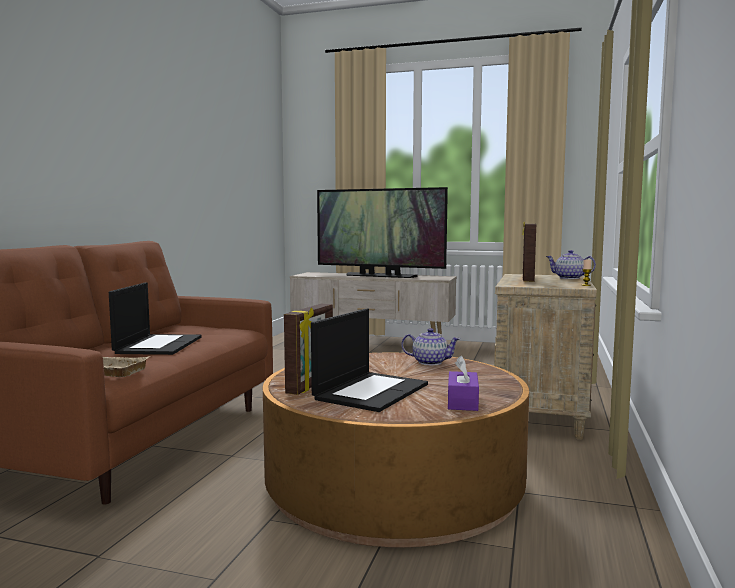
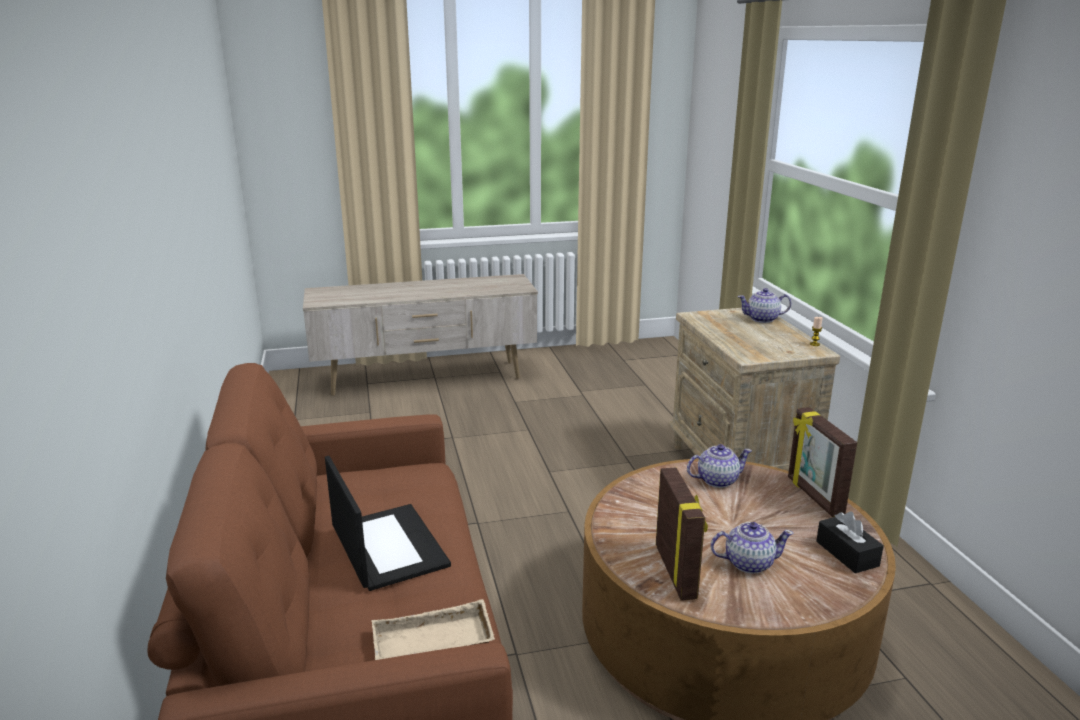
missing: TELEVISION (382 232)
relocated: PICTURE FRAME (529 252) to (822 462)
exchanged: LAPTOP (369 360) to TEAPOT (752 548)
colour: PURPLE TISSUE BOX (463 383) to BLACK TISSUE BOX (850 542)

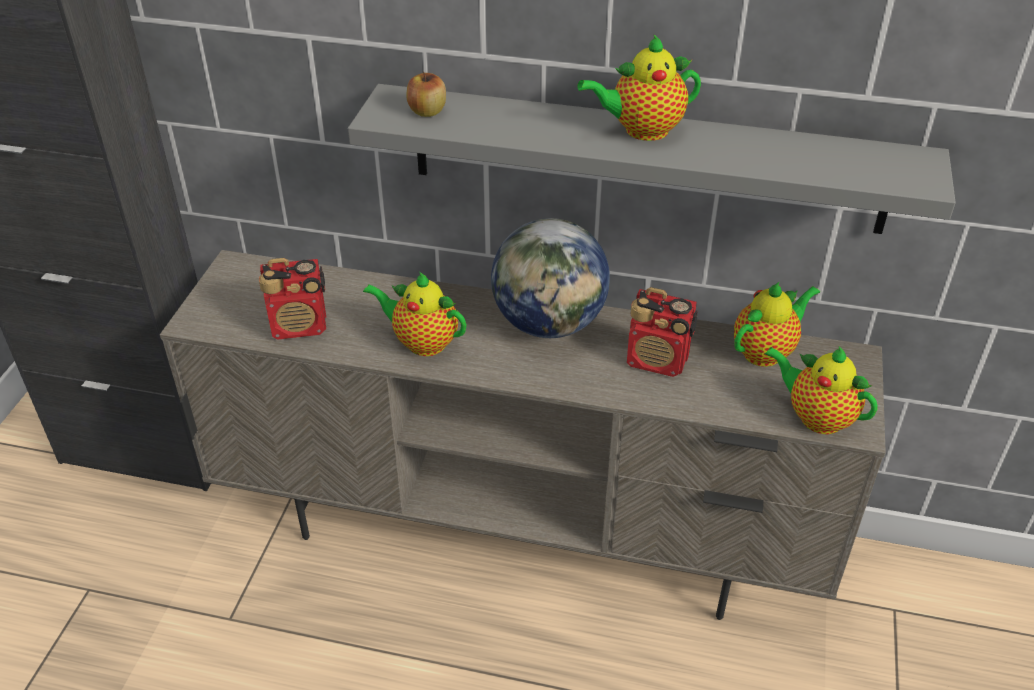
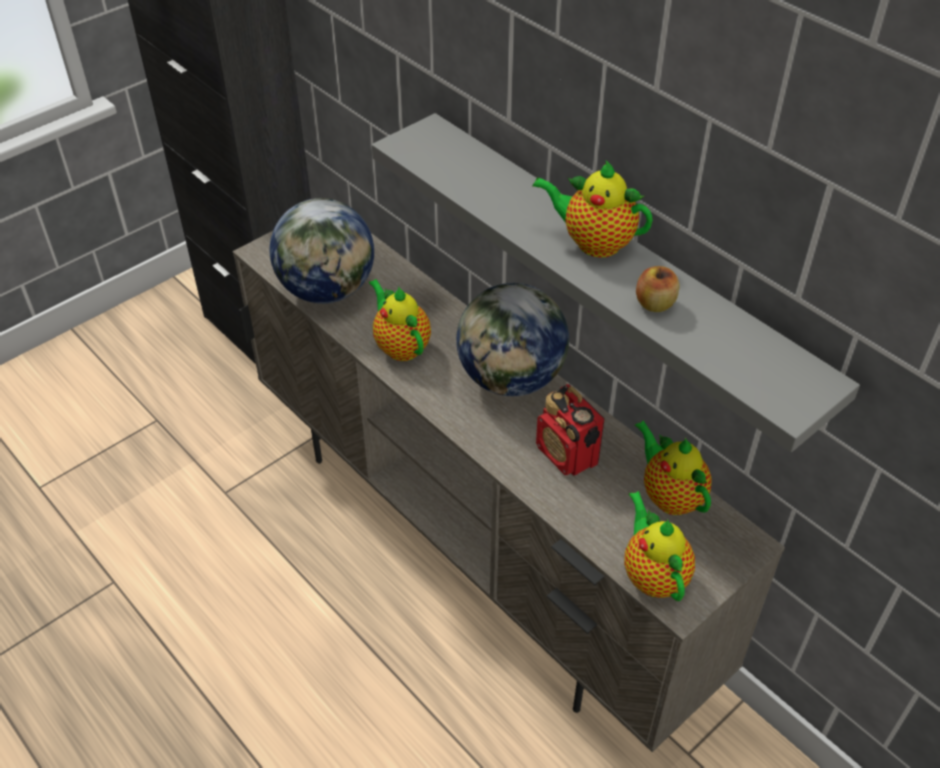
relocated: APPLE (426 94) to (658 289)
exchanged: RADIO (292 299) to GLOBE (321 251)
spun: TEAPOT (777 324) = (673 468) 120 degrees counterclockwise

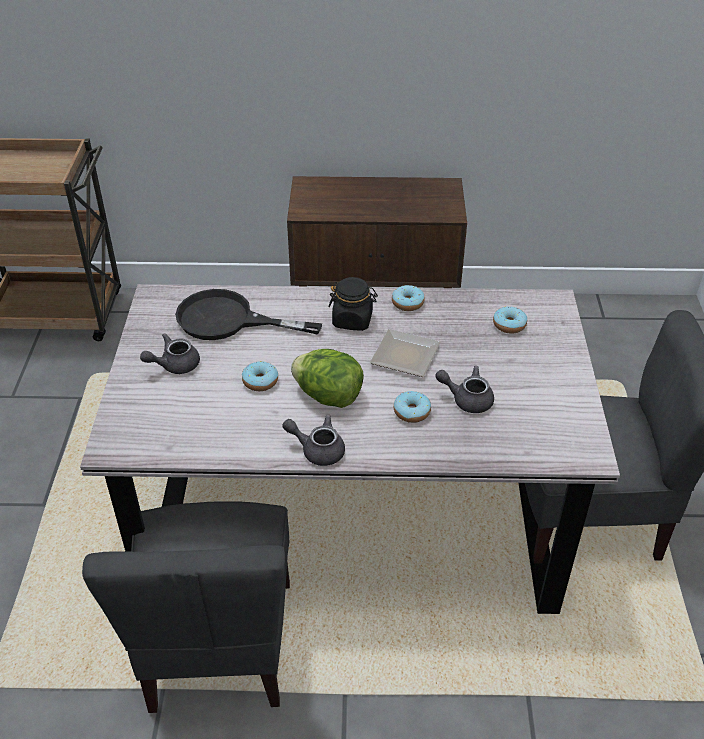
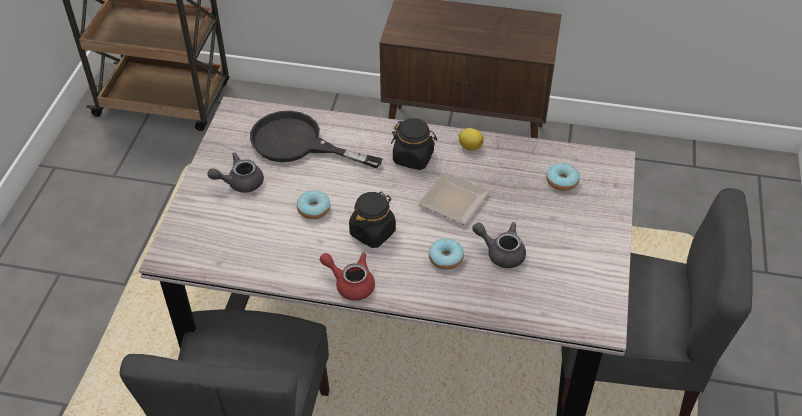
exchanged: LETTUCE (327 378) to BLACK JAR (372 220); DONUT (408 298) to LEMON (471 139)
colour: GREY TEAPOT (314 440) to RED TEAPOT (347 277)

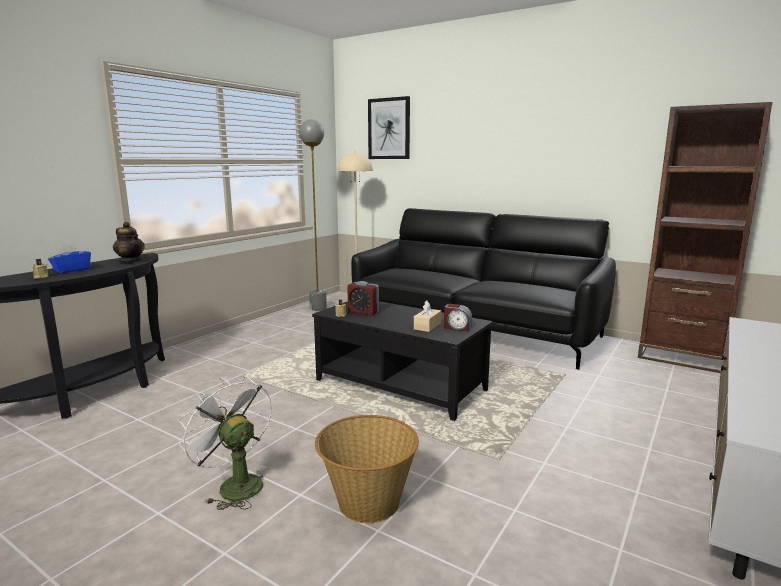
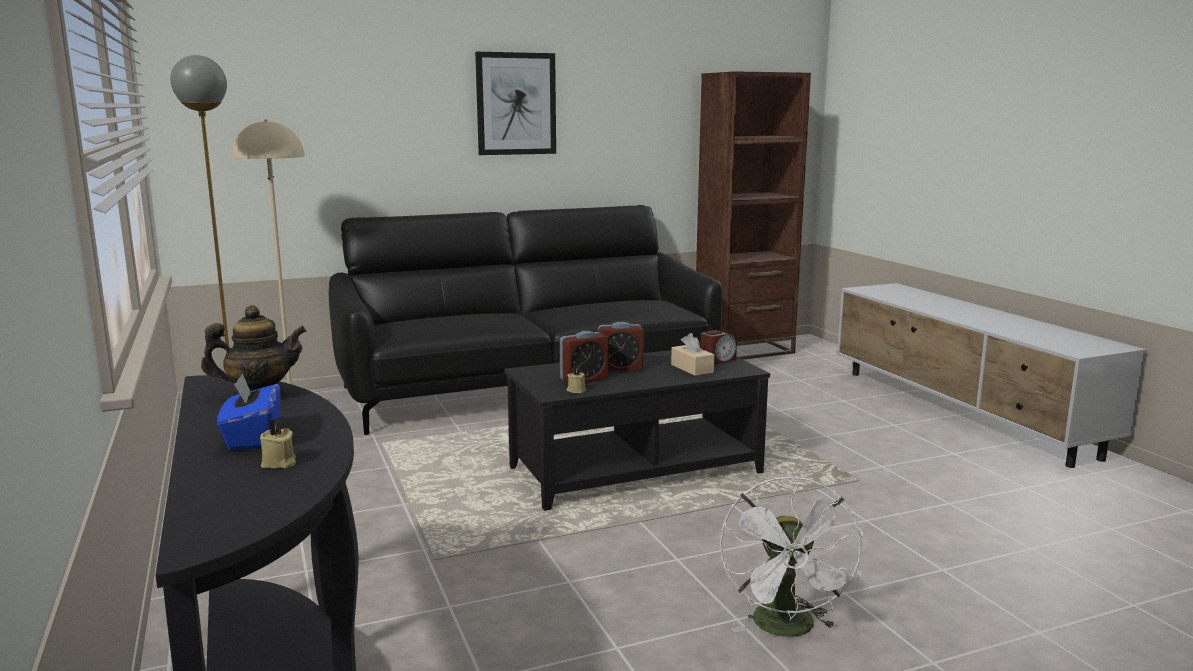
missing: BASKET (367 469)
appeared: ALARM CLOCK (621 346)
relocated: PICTURE (389 127) to (515 103)
spun: WHITE FAN (225 443) = (791 556) 75 degrees counterclockwise

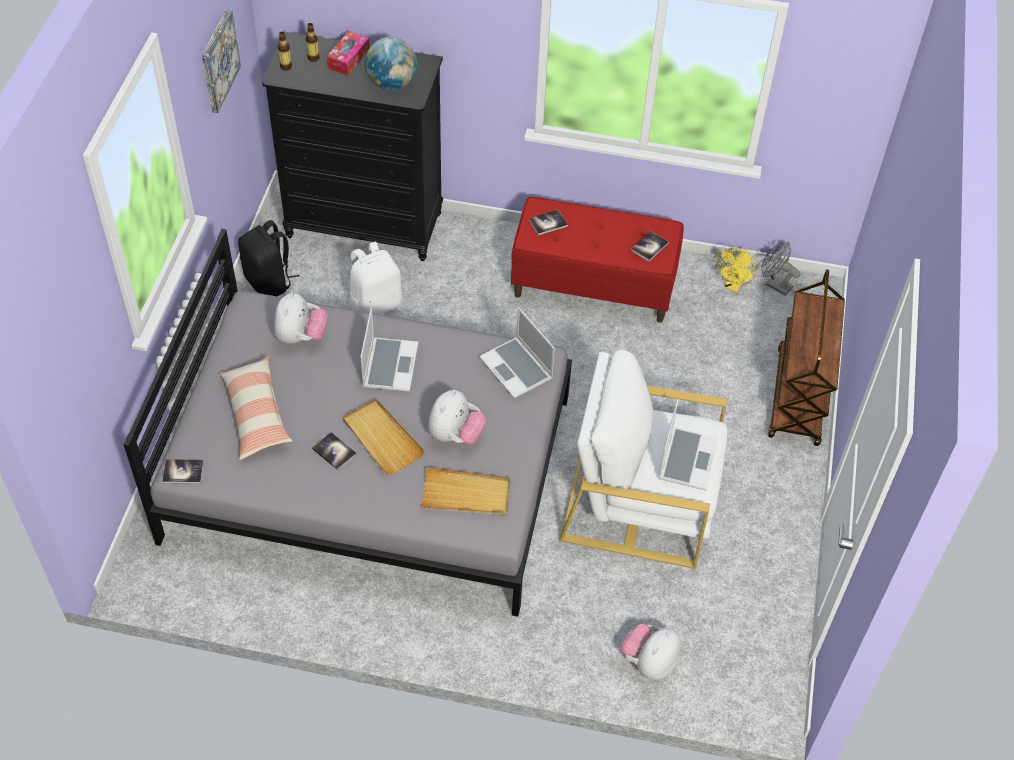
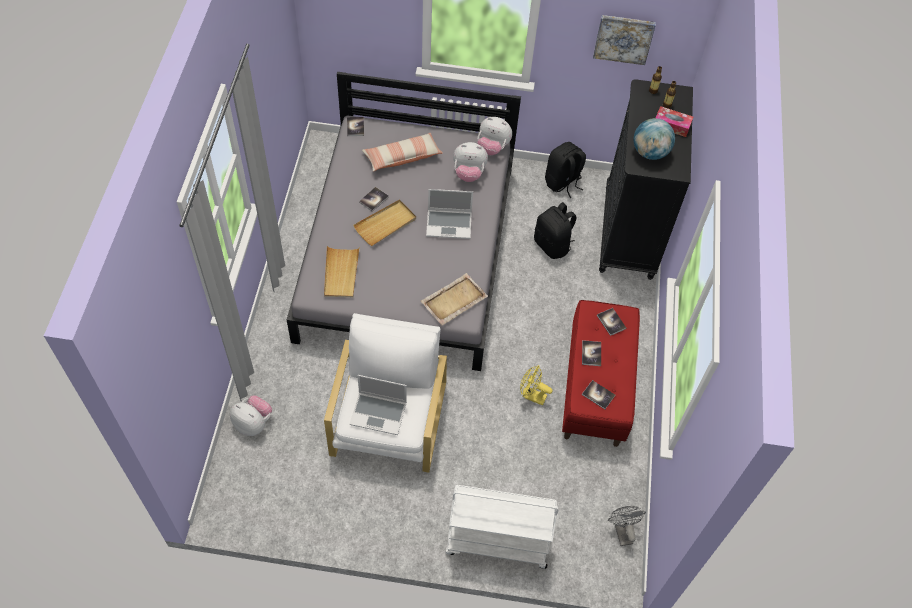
appeared: BOOK (591 353)
relocated: PLUSH TOY (457 417) to (494 136); YELLOW FAN (736 270) to (536 385)
exchanged: LAPTOP (517 353) to BEIGE TRAY (454 299)
colour: WHITE BACKPACK (375 278) to BLACK BACKPACK (555 230); BROWN CART (806 357) to WHITE CART (502 527)
spun: GREY FAN (780 269) = (627 526) 45 degrees counterclockwise

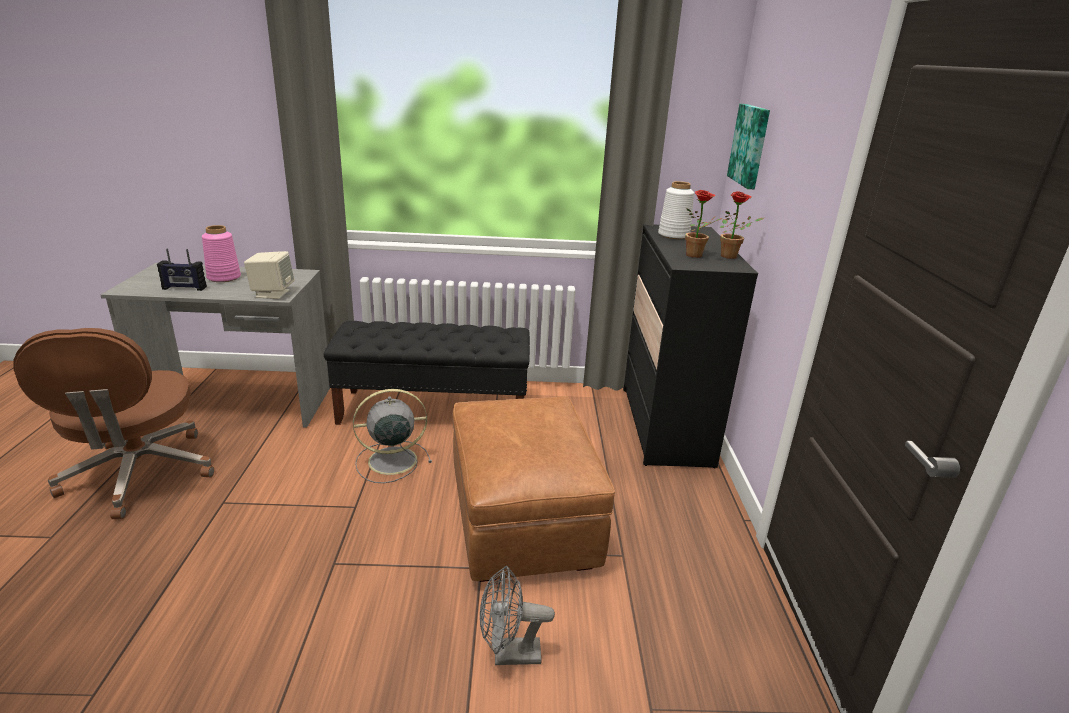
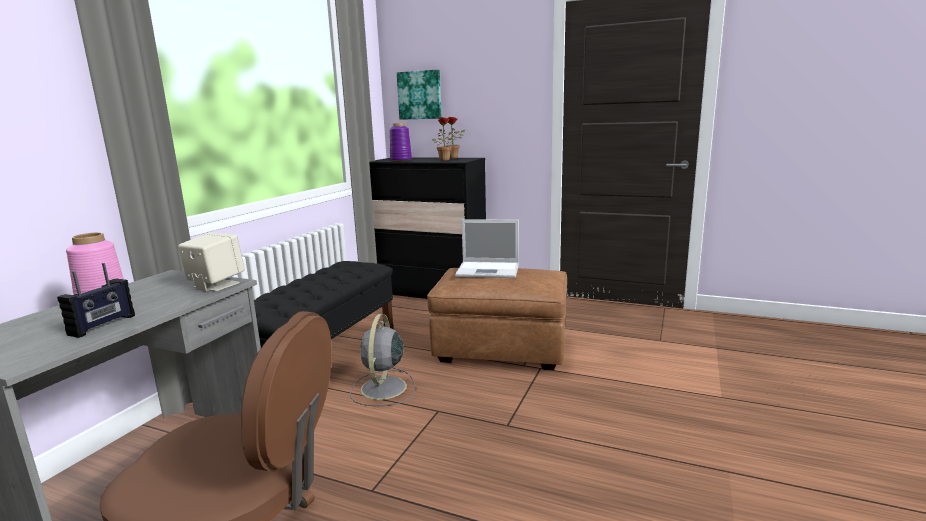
missing: GREY FAN (517 615)
appeared: LAPTOP (487 248)
colour: WHITE VASE (676 210) to PURPLE VASE (401 142)

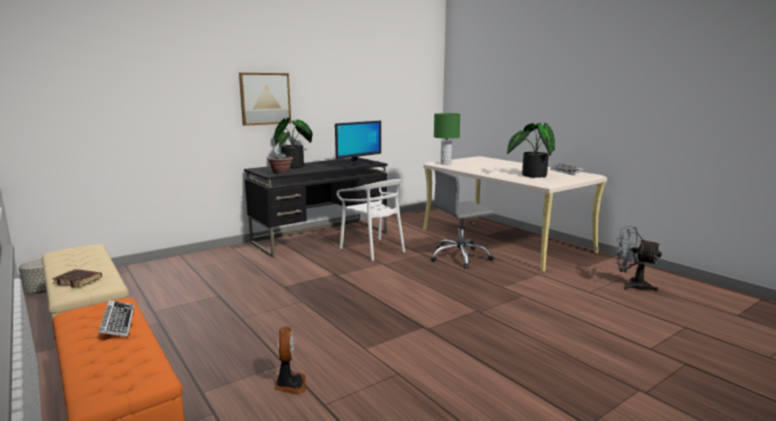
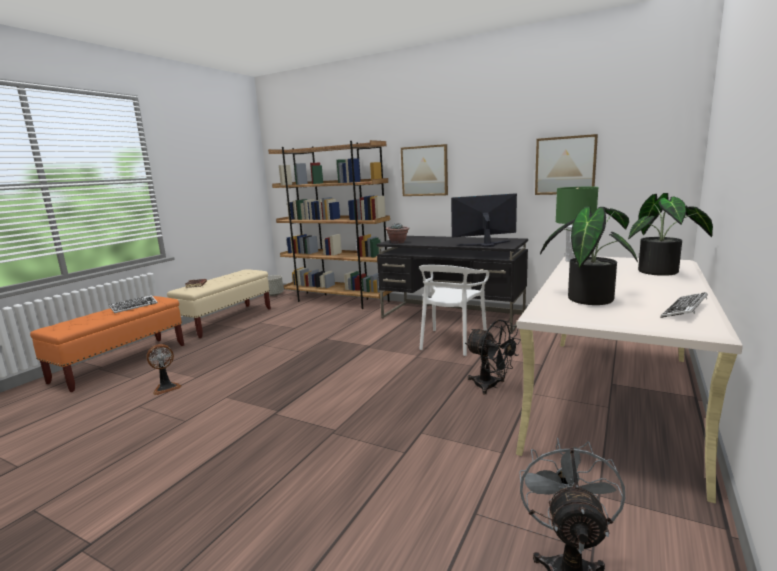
appeared: BROWN BOOKCASE (330 224); PICTURE (566 164)
relocated: POTTED PLANT (293 143) to (670 234)
exchanged: GREY OFFICE CHAIR (462 219) to BLACK FAN (493 357)
spun: MONITOR (358 144) = (484 220) 150 degrees clockwise

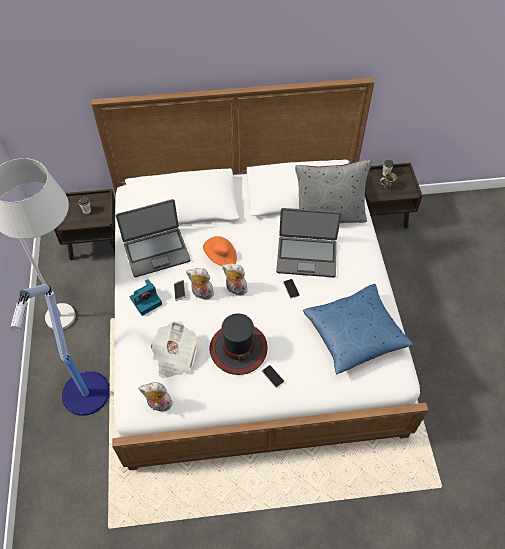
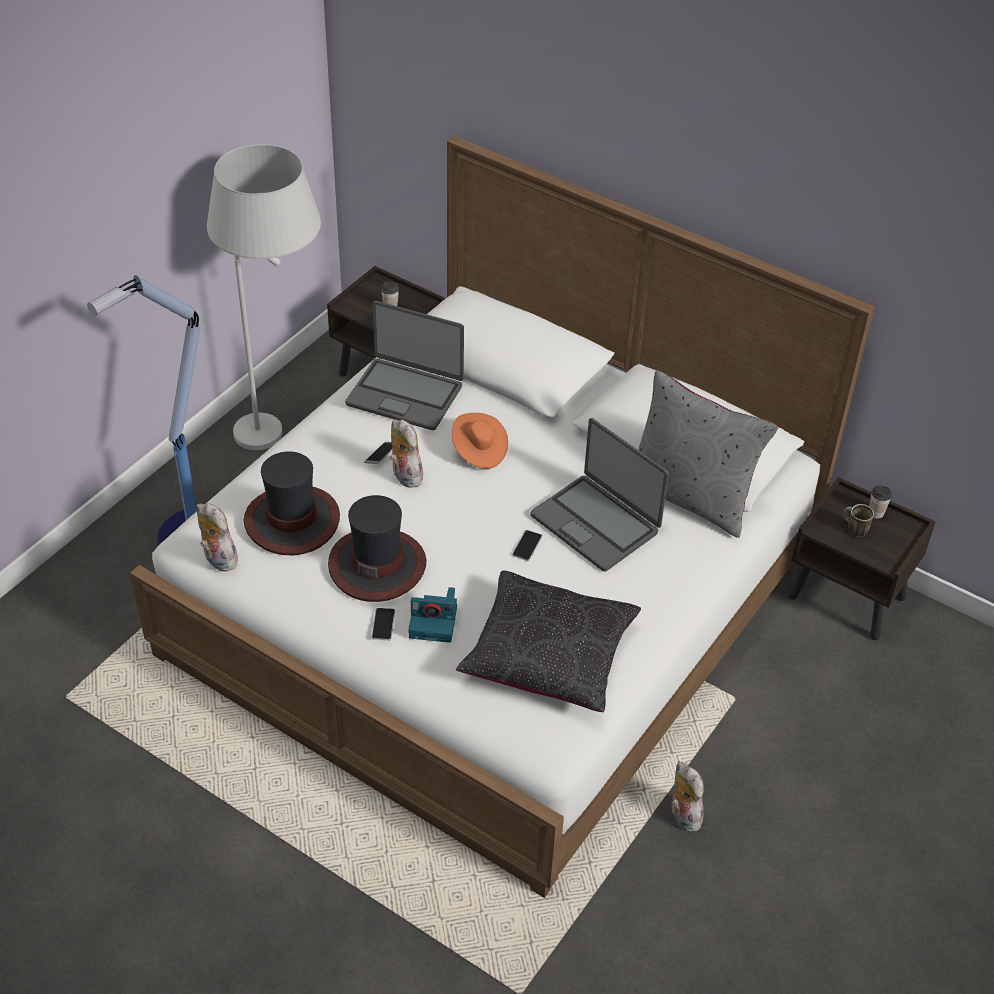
relocated: PHOTO CAMERA (146 297) to (432 615); PLUSH TOY (235 279) to (687 796)
exchanged: NEWSPAPER (175 349) to HAT (292 503)
colour: BLUE PILLOW (358 329) to BLACK PILLOW (548 641)

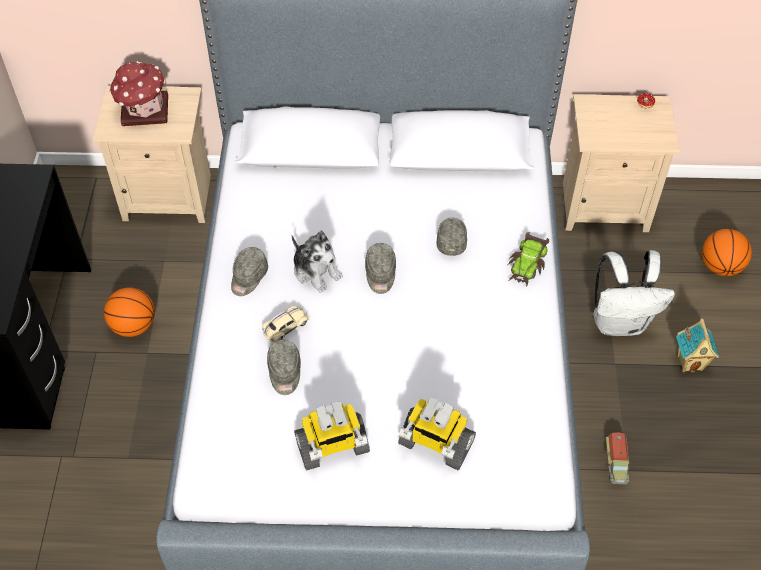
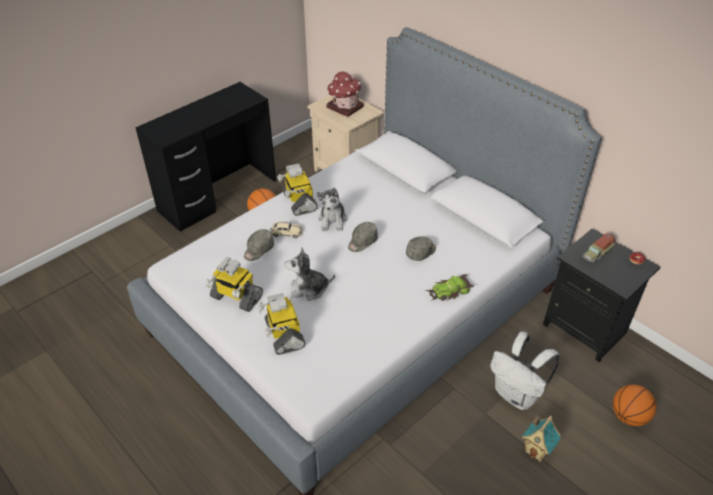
appeared: PLUSH TOY (310 274)
relocated: TOY TRUCK (617 458) to (599 248)
exchanged: GREY CAP (249 271) to TOY ROBOT (297 189)
colour: BEIGE NIGHTSTAND (621 163) to BLACK NIGHTSTAND (601 296)

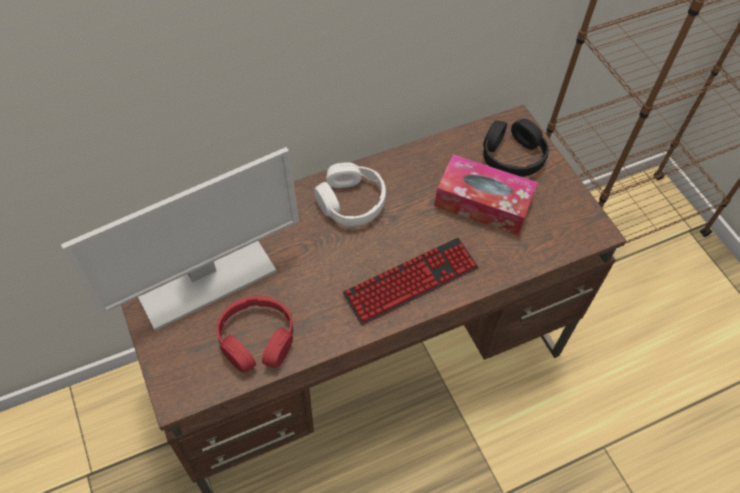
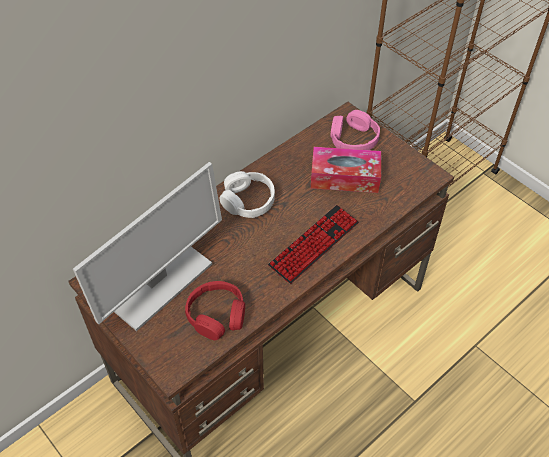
colour: BLACK HEADPHONES (516 148) to PINK HEADPHONES (355 130)

